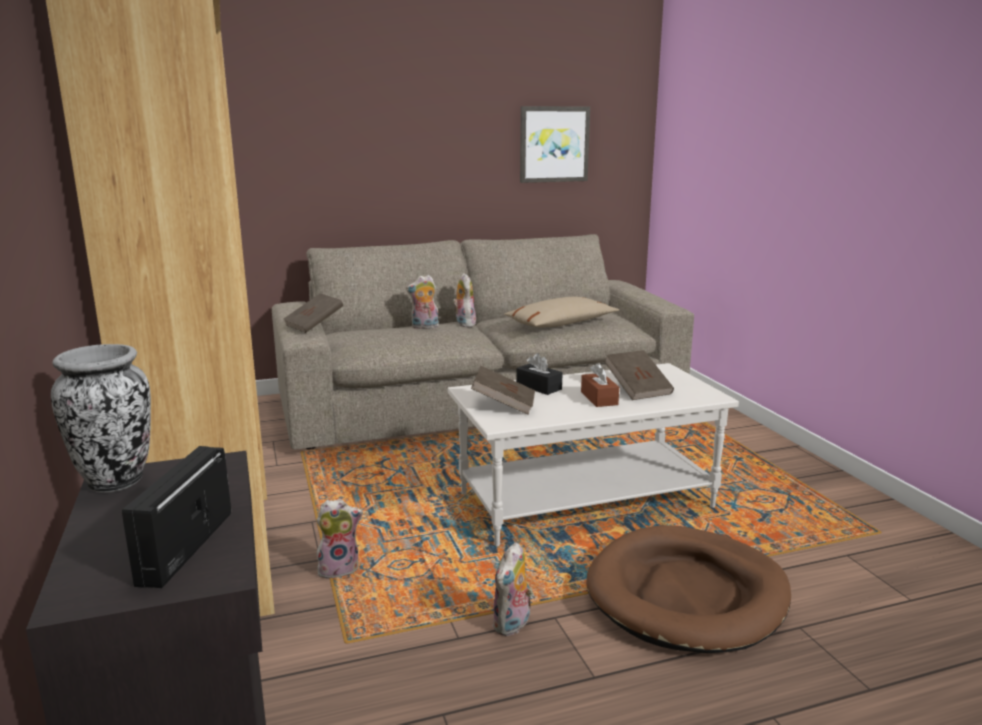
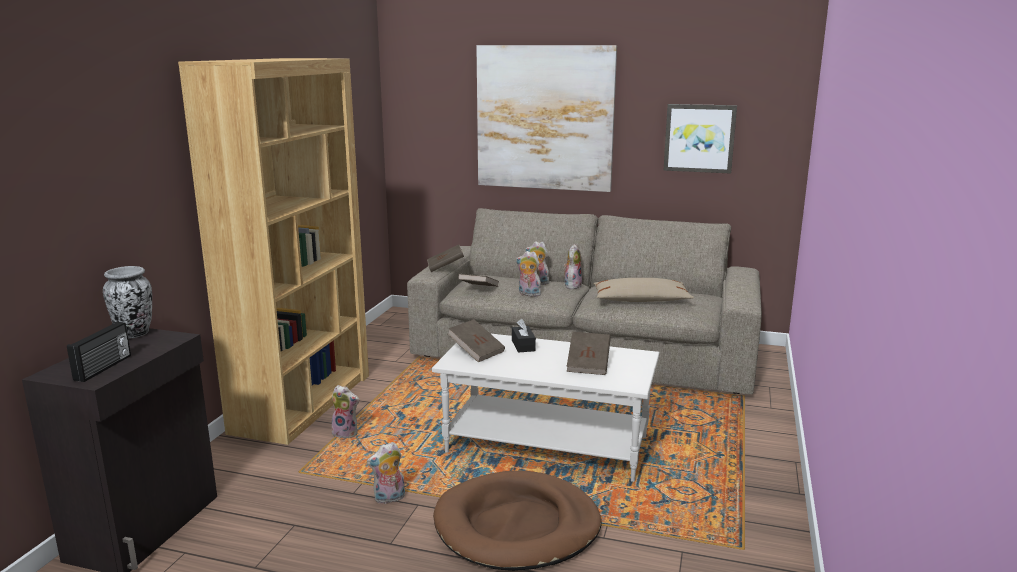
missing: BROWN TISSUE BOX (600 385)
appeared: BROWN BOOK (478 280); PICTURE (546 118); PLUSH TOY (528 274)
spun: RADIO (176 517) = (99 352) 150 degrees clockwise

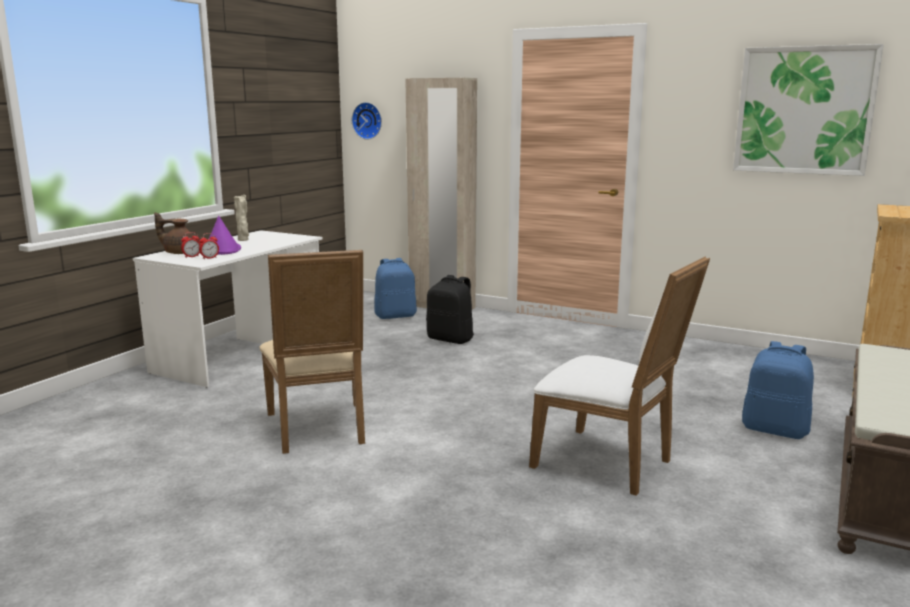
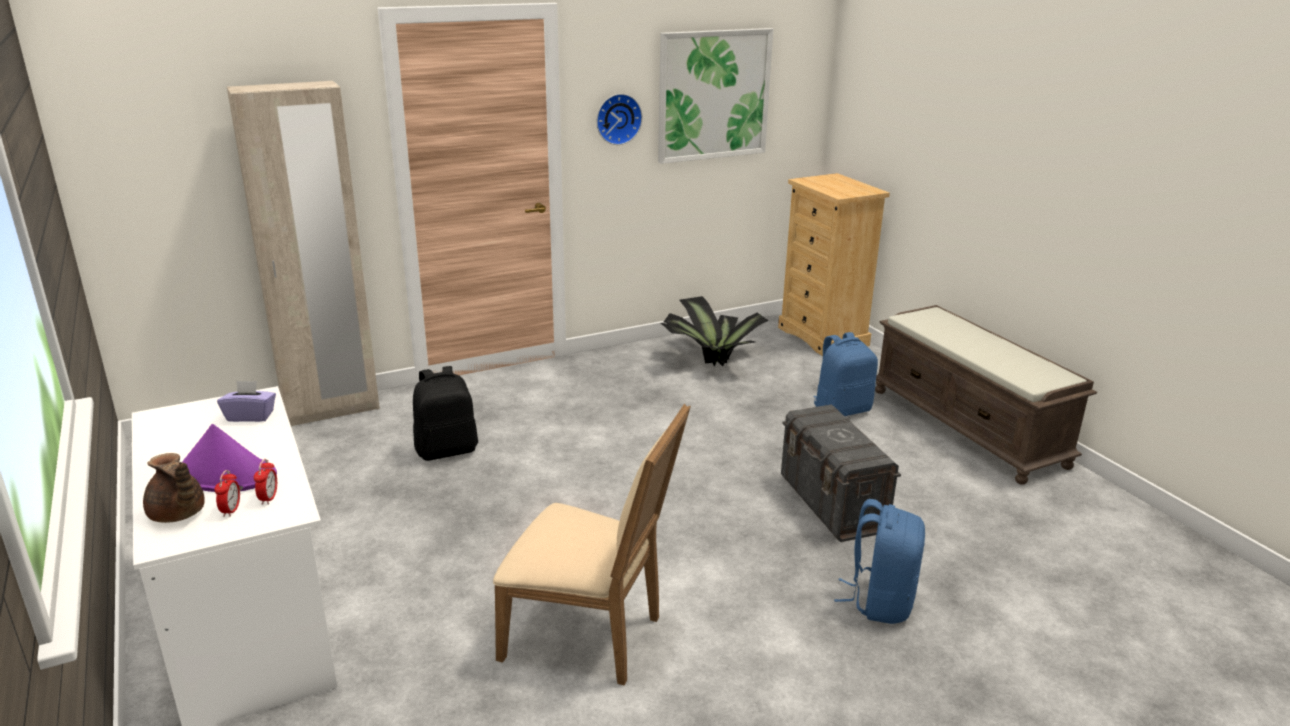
missing: BEIGE VASE (241 218)
appeared: PURPLE TISSUE BOX (246 401); POTTED PLANT (715 331)
relocated: WALL CLOCK (367 121) to (619 119); BLUE BACKPACK (395 288) to (879 561)
exchanged: WHITE CHAIR (619 376) to GREY STORAGE BOX (841 473)
spun: BROWN TEAPOT (174 233) = (174 488) 90 degrees counterclockwise

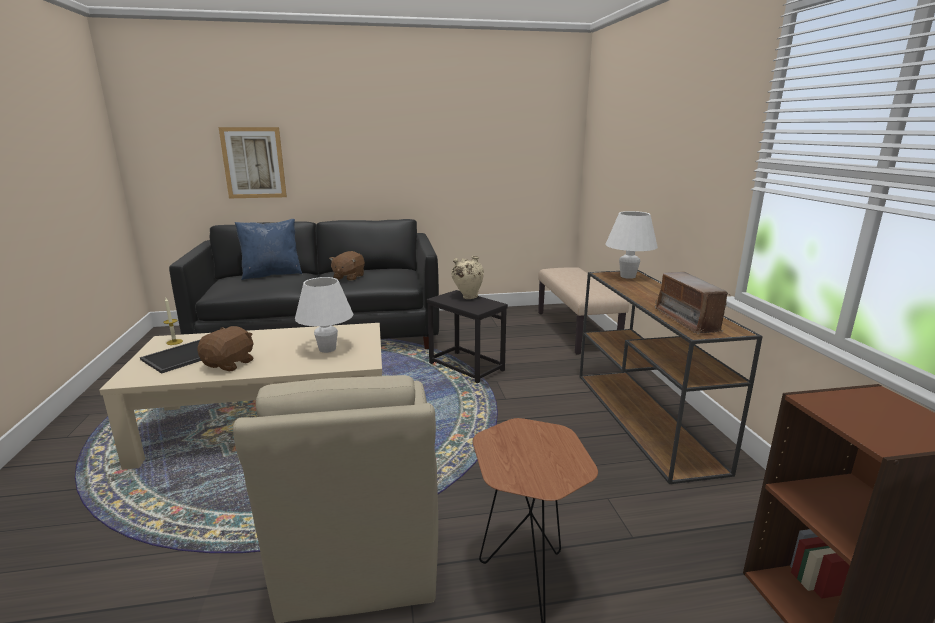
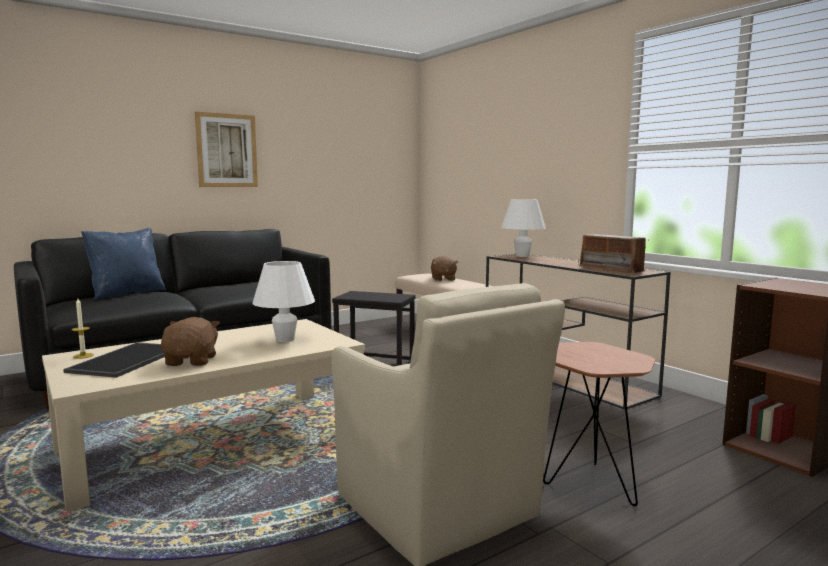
missing: BEIGE VASE (467 277)
relocated: PICTURE (253 162) to (226 149); BROWN PLUSH TOY (347 266) to (444 268)

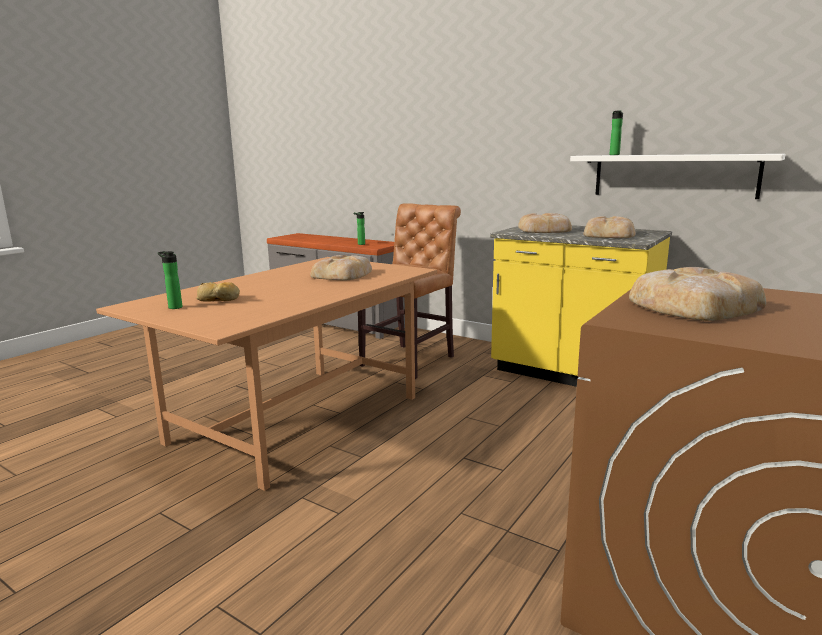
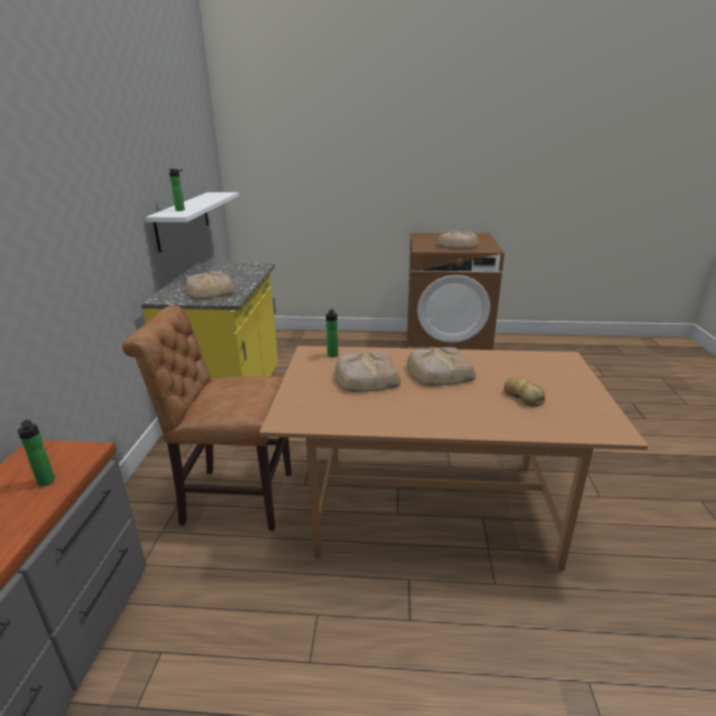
relocated: BOTTLE (170 280) to (332 333); BREAD (609 227) to (441 366)

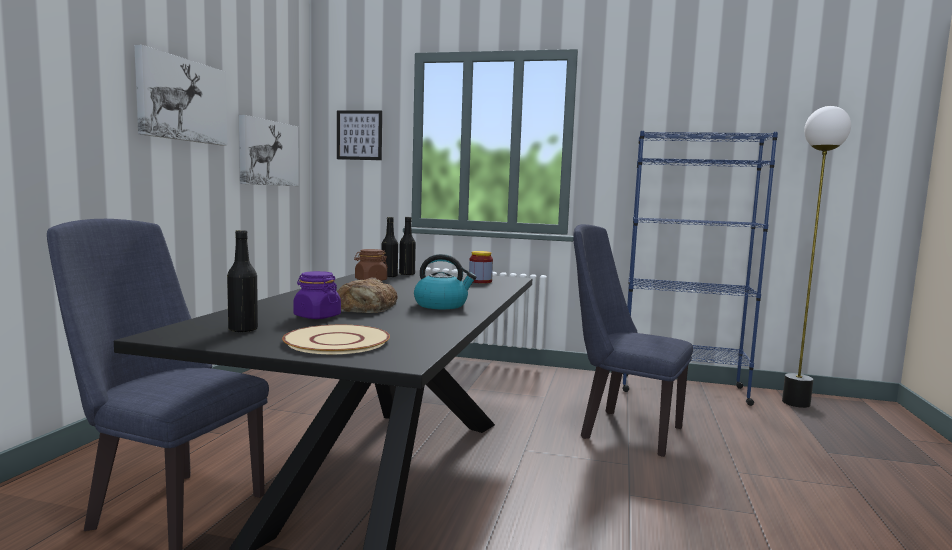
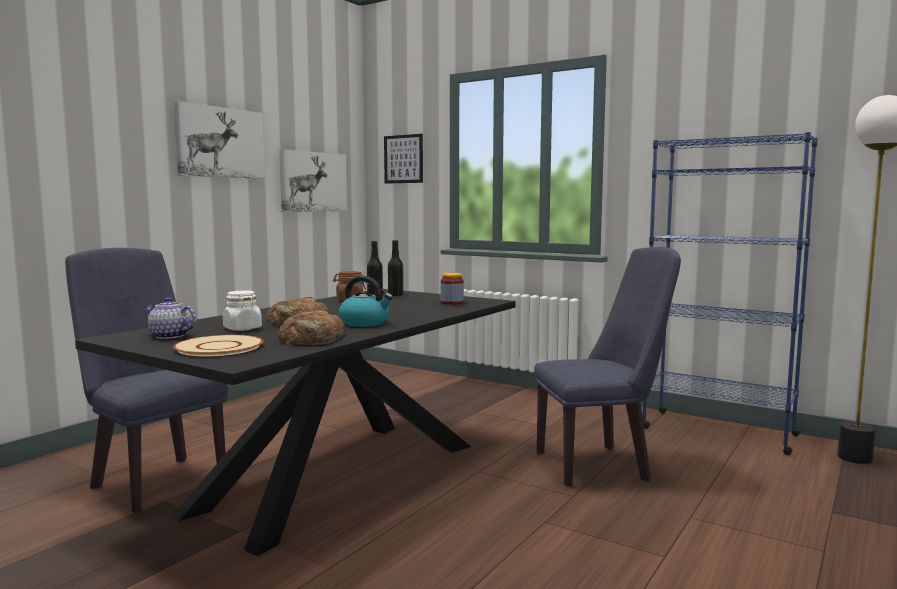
appeared: BREAD (311 327)
exchanged: BLACK BOTTLE (242 281) to TEAPOT (170 318)
colour: PURPLE JAR (317 295) to WHITE JAR (242 310)
spun: BLUE CHAIR (633 340) = (607 366) 120 degrees clockwise

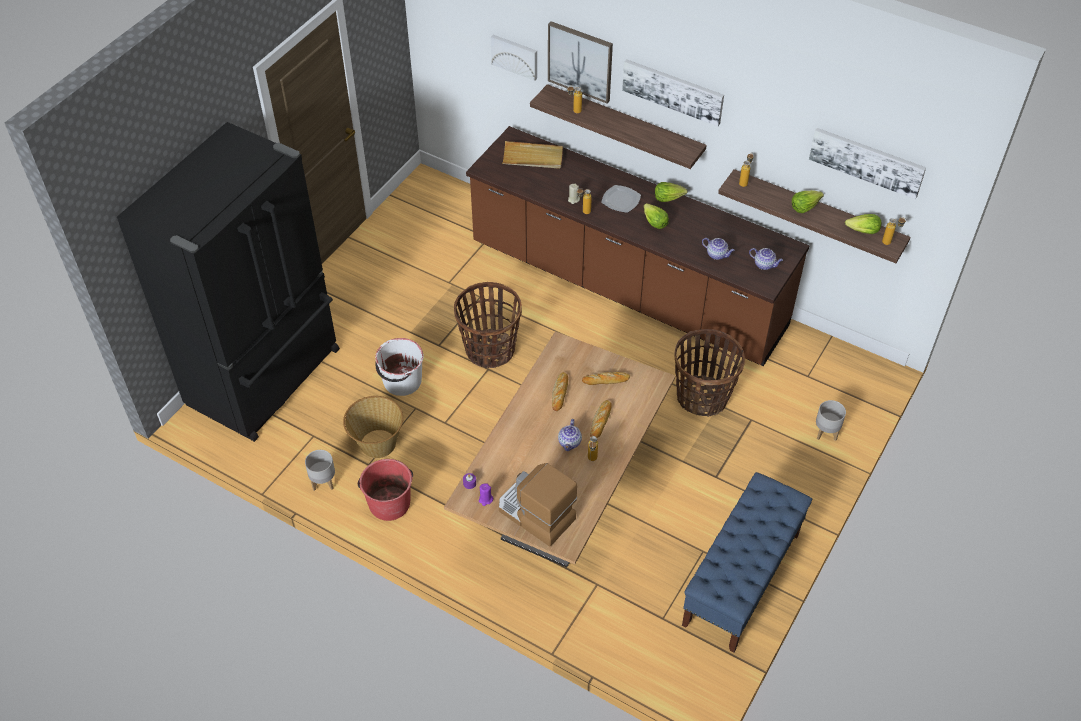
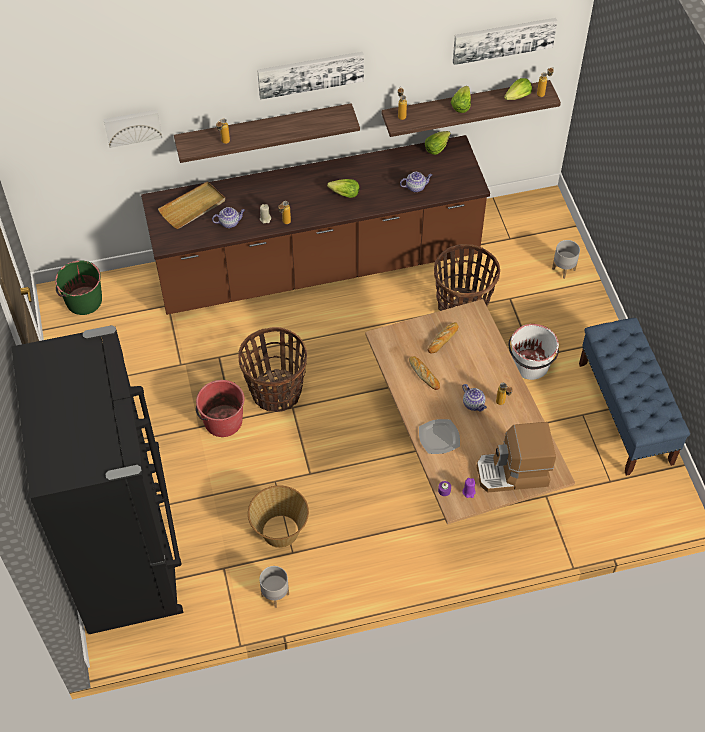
missing: PICTURE (580 62); BREAD (601 419)
appeared: GREEN BUCKET (78 287)
relocated: RED BUCKET (385 490) to (220 408); WHITE BUCKET (399 367) to (533 352); PLATE (621 199) to (439 436); LETTUCE (671 192) to (438 143); TEAPOT (766 259) to (228 217)

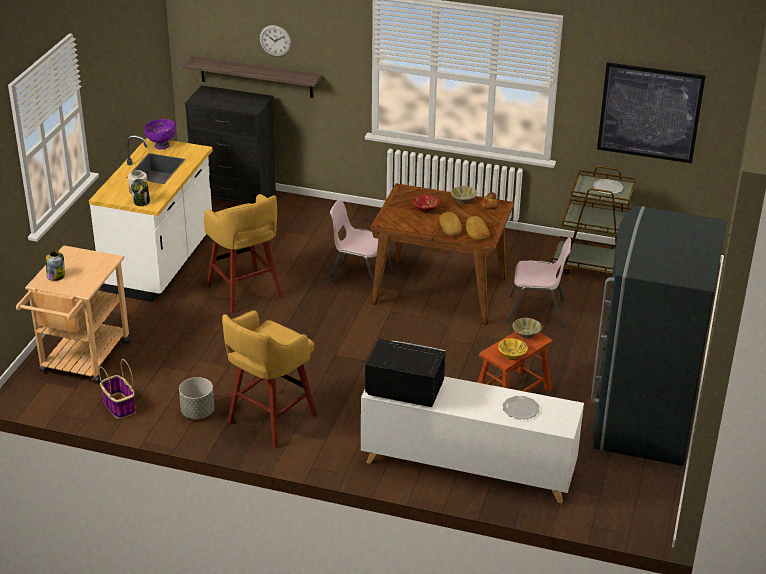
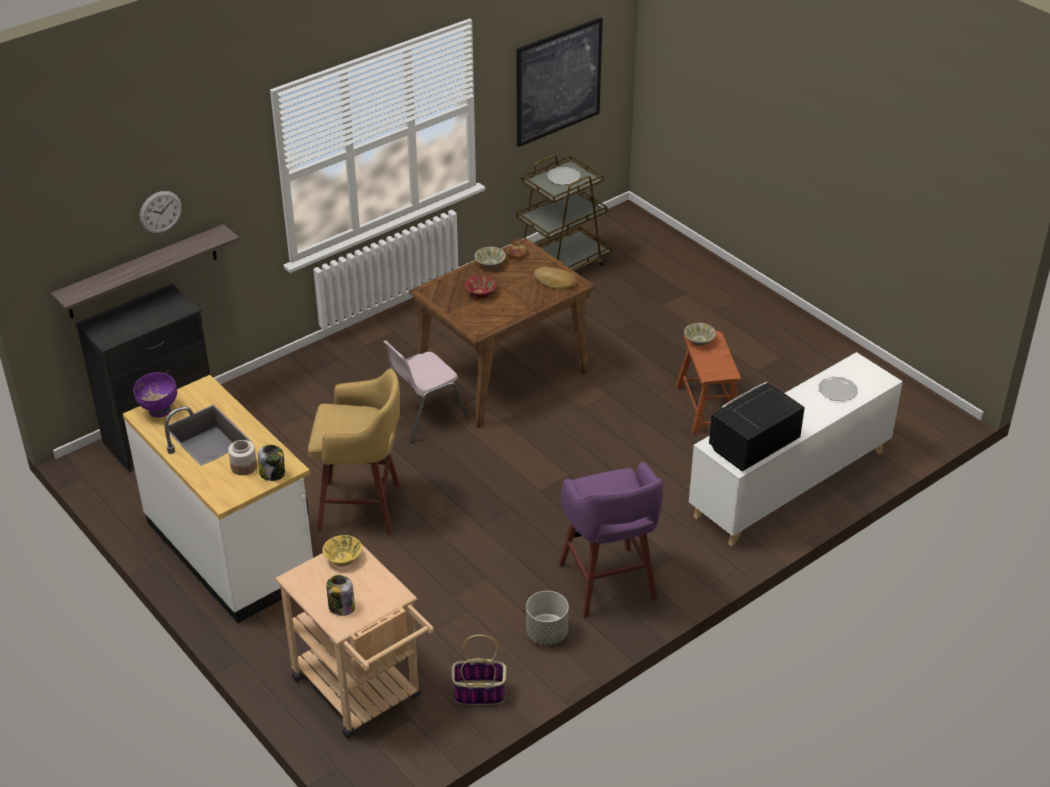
missing: BREAD (450 224); PINK CHAIR (539 282); GREY FRIDGE (659 336)
relocated: YELLOW BOWL (513 349) to (342 550)
colour: YELLOW STOOL (269 379) to PURPLE STOOL (611 540)

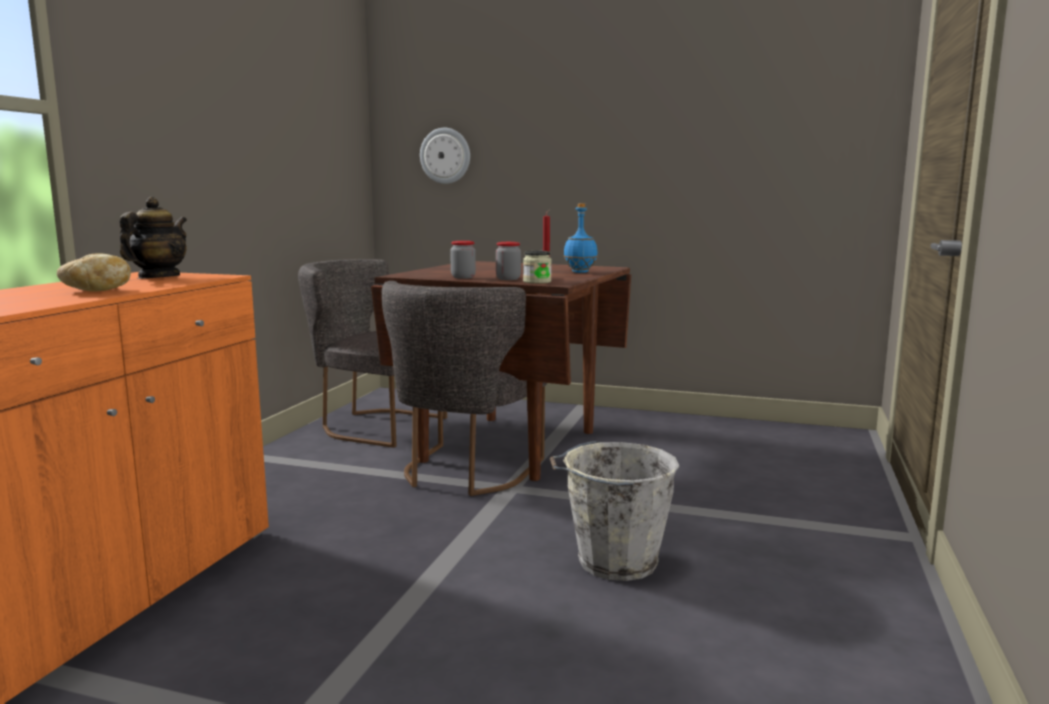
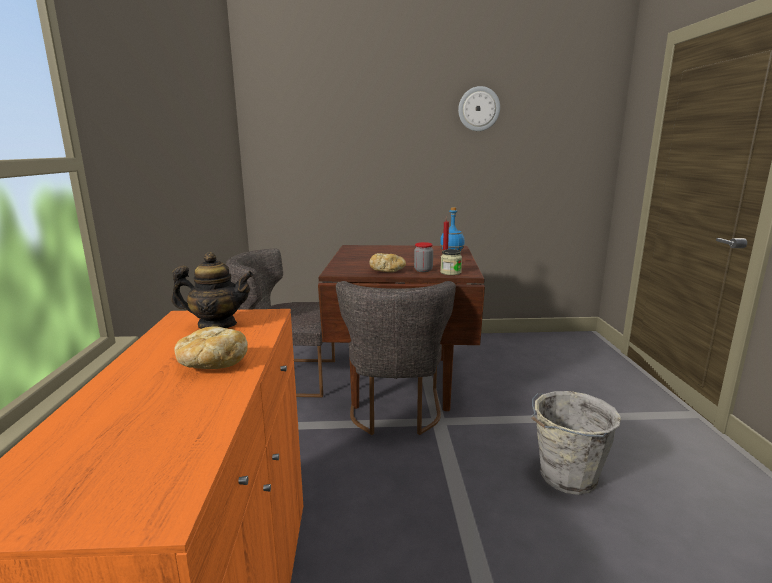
relocated: WALL CLOCK (445 156) to (479 108)
exchanged: JAR (463 260) to BREAD (387 262)
spun: TEAPOT (153 238) = (212 290) 90 degrees clockwise

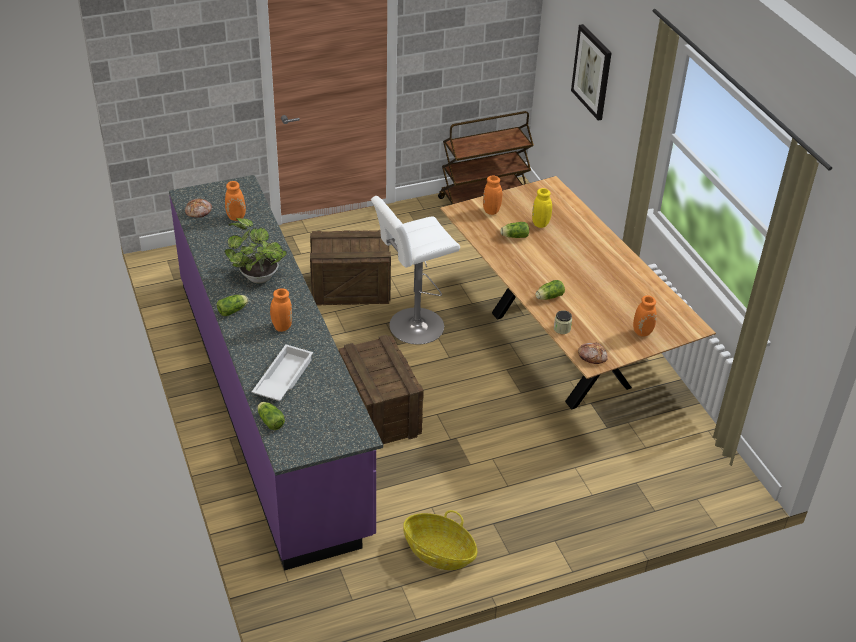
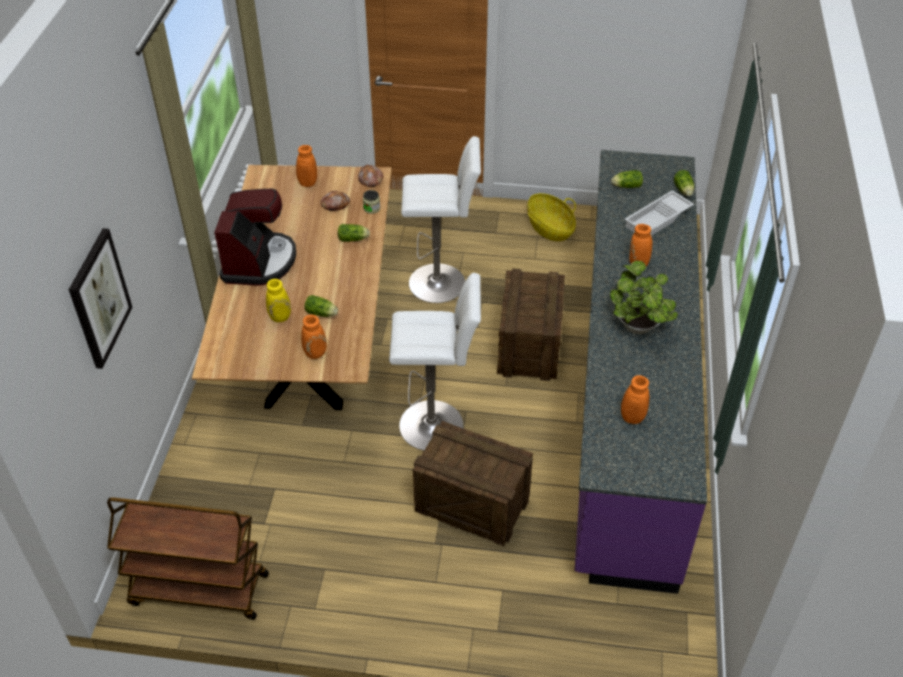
appeared: COFFEE MACHINE (255 237); WHITE STOOL (441 219)
relocated: BREAD (198 208) to (335 200); LETTUCE (232 305) to (627 179)

